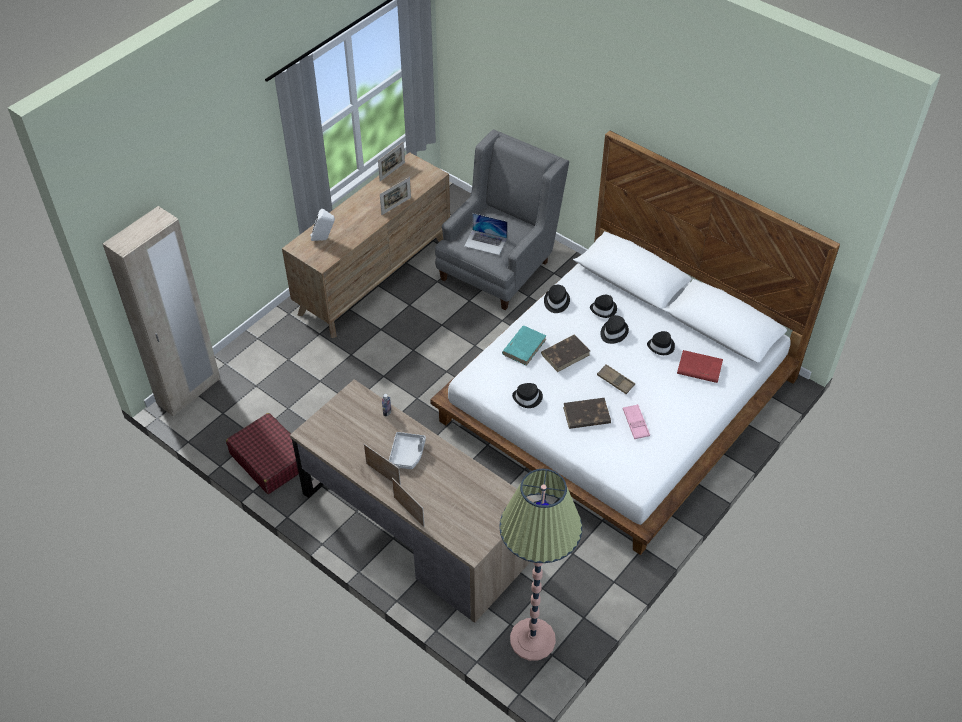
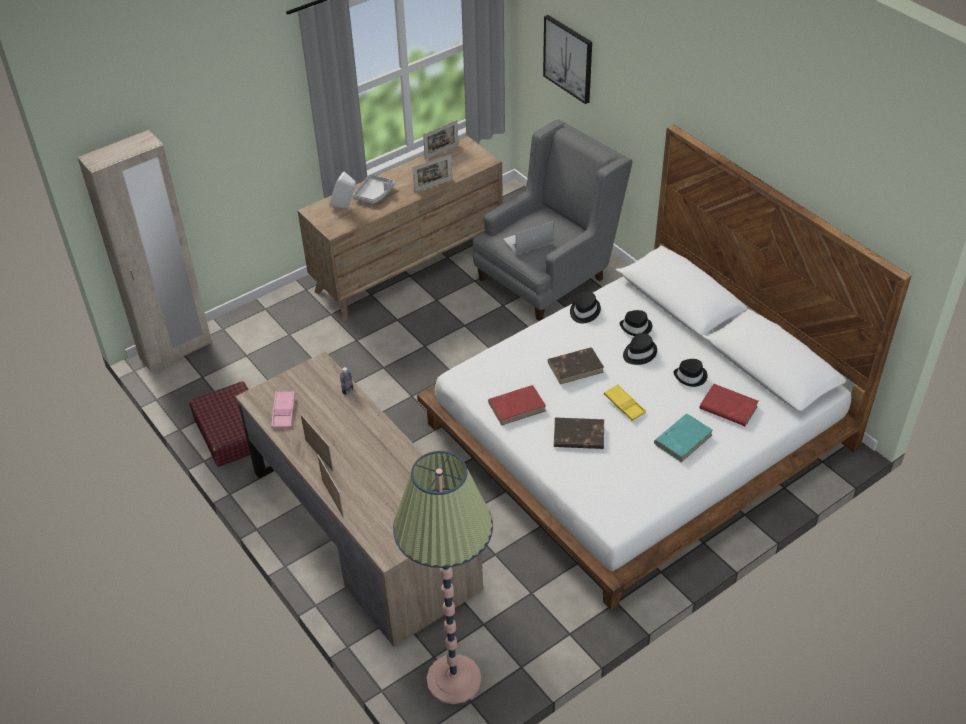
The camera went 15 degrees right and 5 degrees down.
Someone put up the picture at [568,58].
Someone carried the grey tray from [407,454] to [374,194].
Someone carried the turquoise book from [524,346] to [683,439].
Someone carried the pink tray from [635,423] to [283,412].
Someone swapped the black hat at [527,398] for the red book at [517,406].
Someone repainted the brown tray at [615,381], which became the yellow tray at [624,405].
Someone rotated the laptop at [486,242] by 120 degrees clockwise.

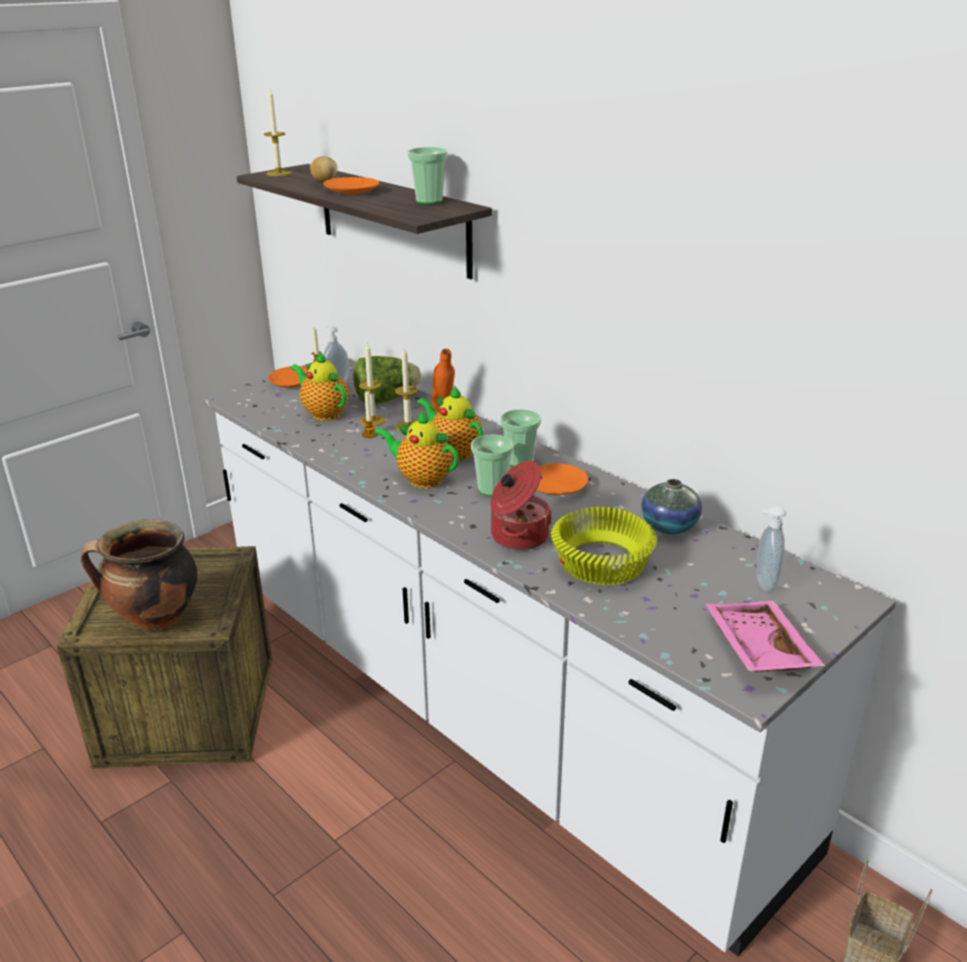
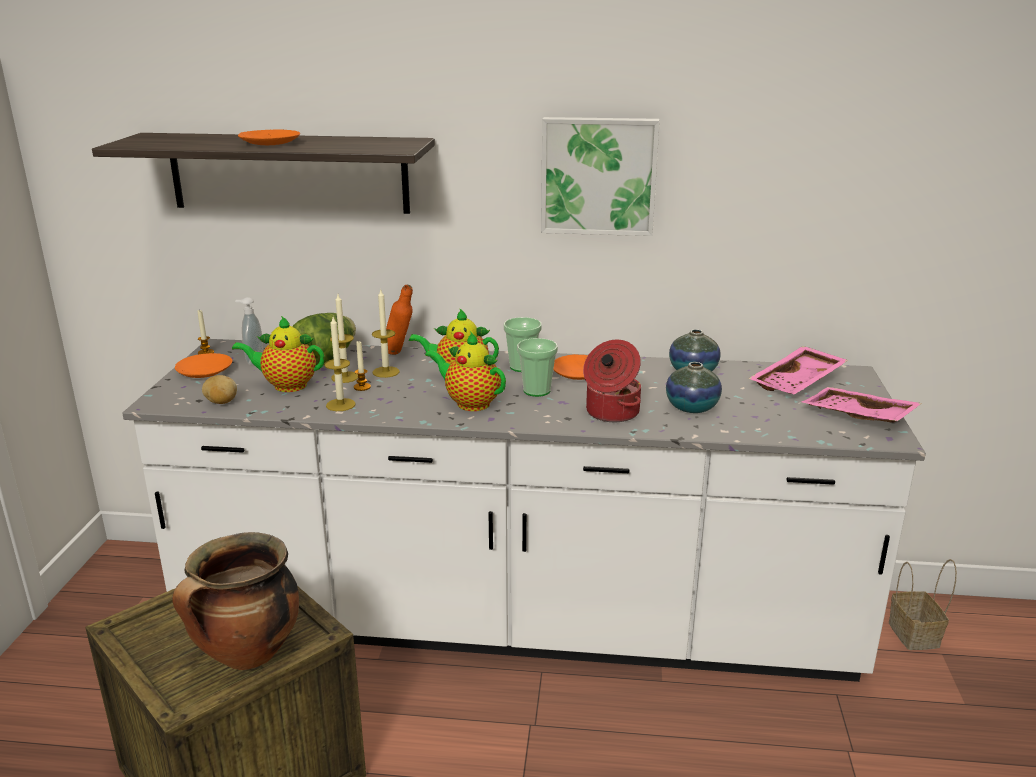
The camera went 40 degrees left and 5 degrees down.
Someone took away the cup at [429,201].
Someone put up the picture at [598,175].
Someone carried the candle from [278,173] to [340,405].
Someone carried the potato from [324,182] to [221,402].
Someone swapped the yellow bowl at [599,563] for the vase at [692,407].
Someone swapped the soap dispenser at [763,583] for the pink tray at [798,382].
Someone rotated the teapot at [421,479] by 45 degrees clockwise.

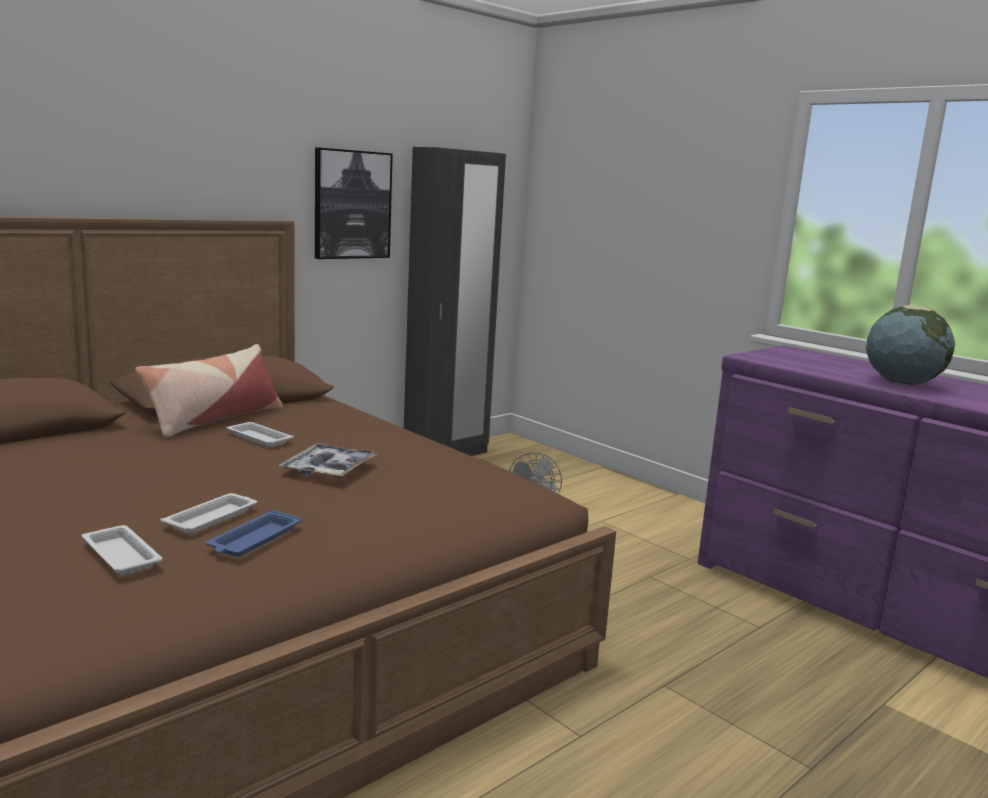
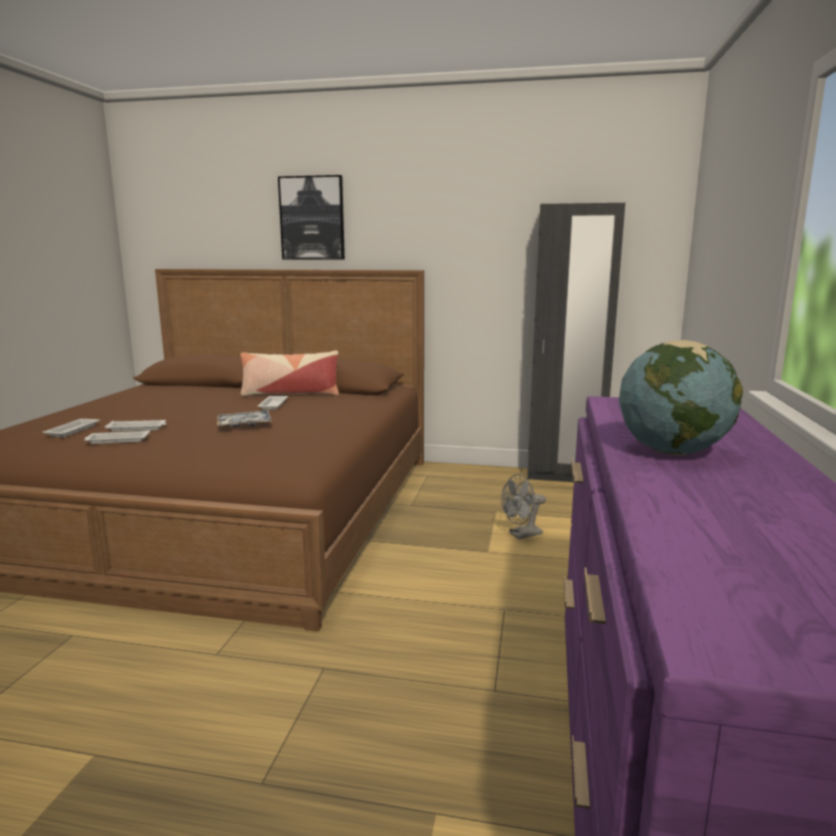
The camera went 55 degrees right and 0 degrees up.
Someone carried the picture from [352,205] to [312,218].
Someone repainted the blue tray at [254,540], which became the white tray at [117,440].

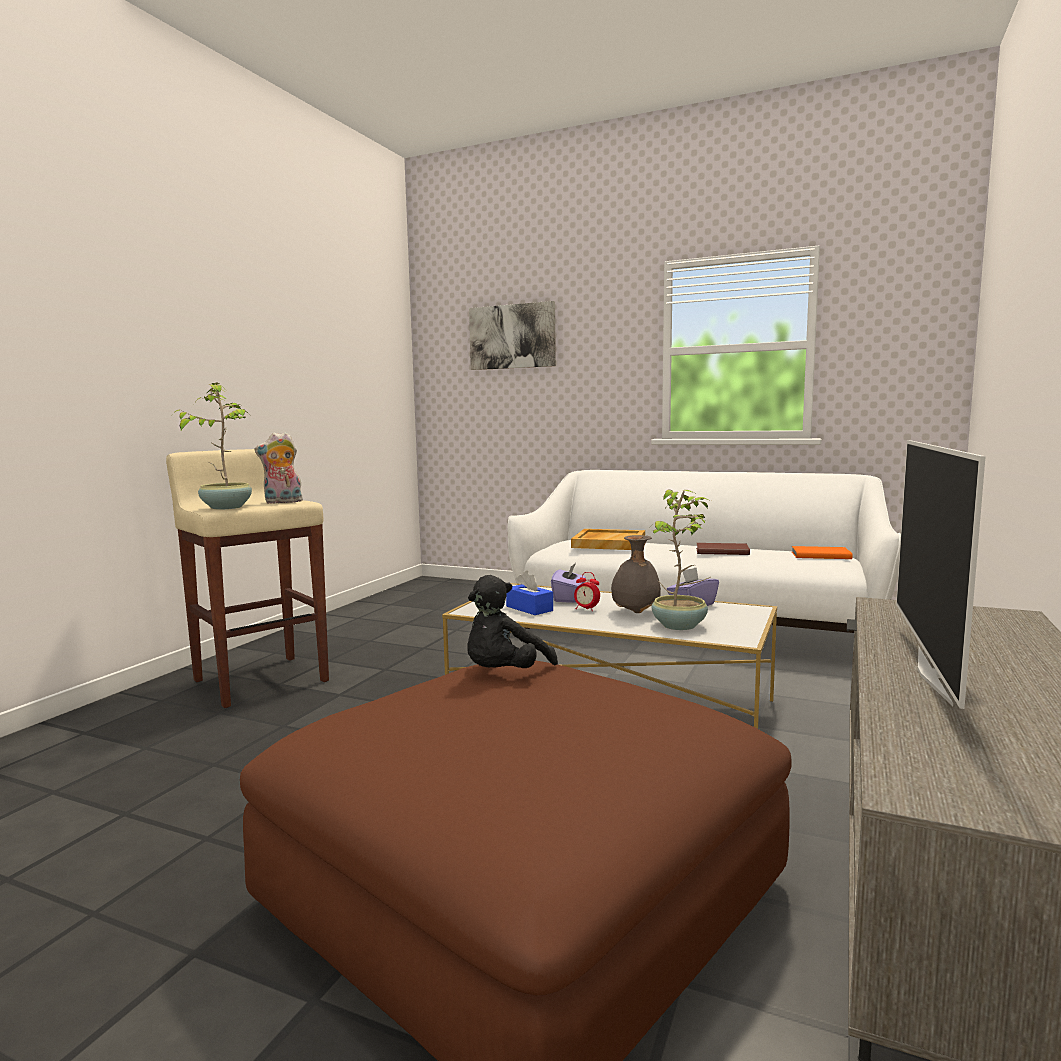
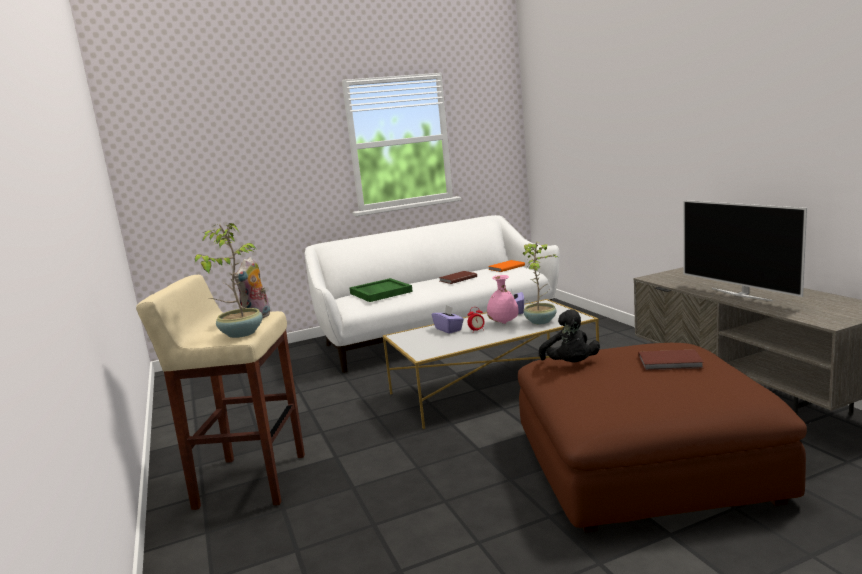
The camera went 45 degrees left and 5 degrees up.
Someone took away the picture at [512,336].
Someone took away the blue tissue box at [529,608].
Someone put down the brown book at [671,363].
Someone repainted the beige tray at [608,543], which became the green tray at [380,292].
Someone repainted the grey vase at [635,612], which became the pink vase at [503,323].

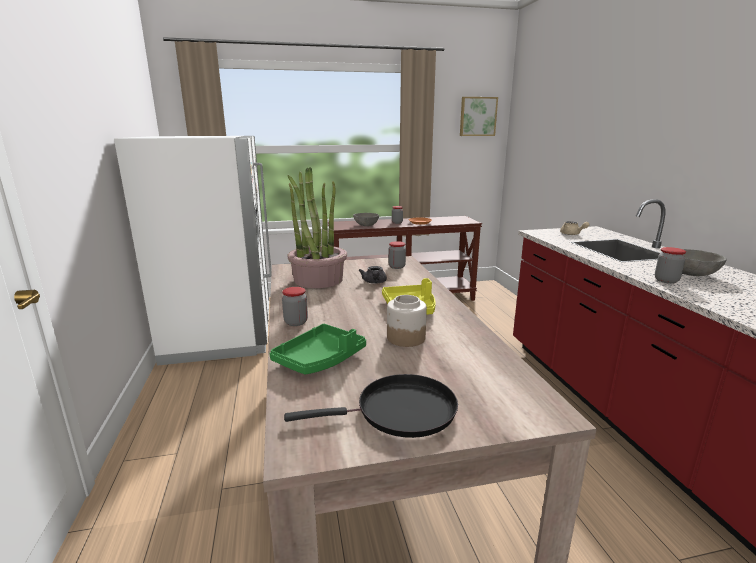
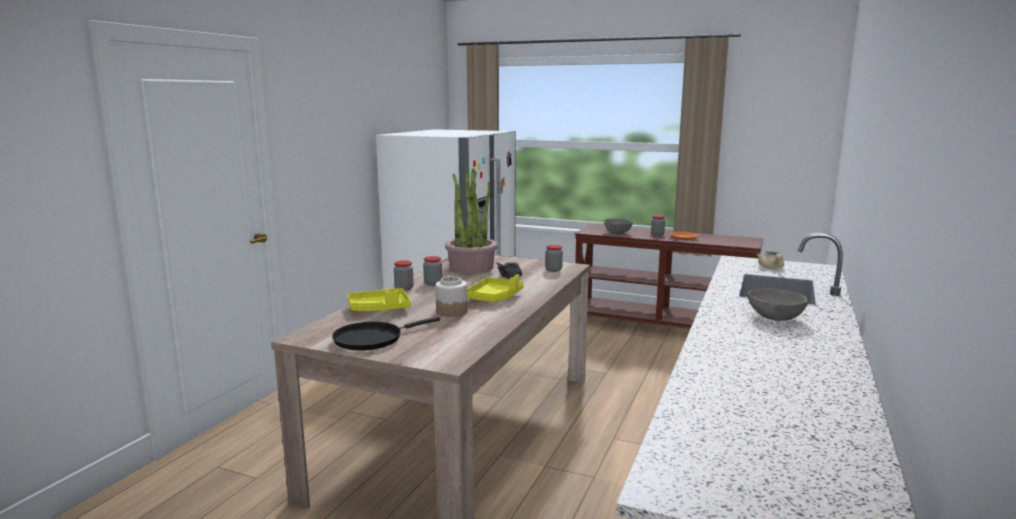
The camera went 35 degrees right and 5 degrees down.
Someone took away the picture at [477,116].
Someone carried the jar from [666,280] to [433,283].
Someone repainted the green tray at [320,359], which became the yellow tray at [379,309].
Someone rotated the black frying pan at [400,411] by 120 degrees clockwise.

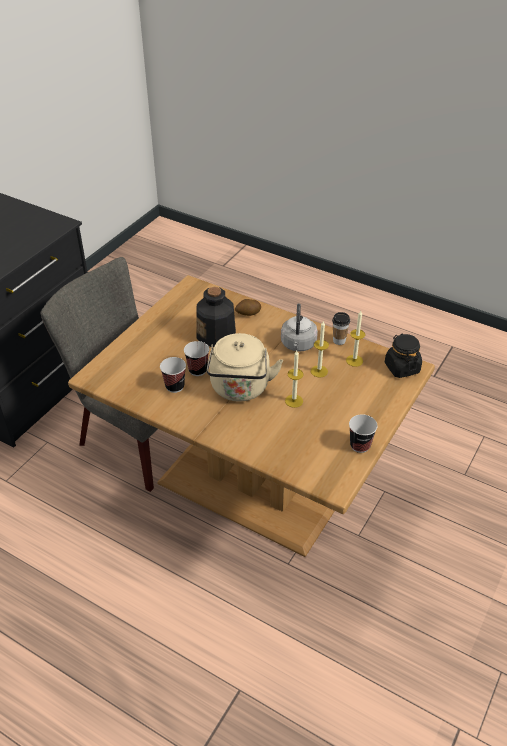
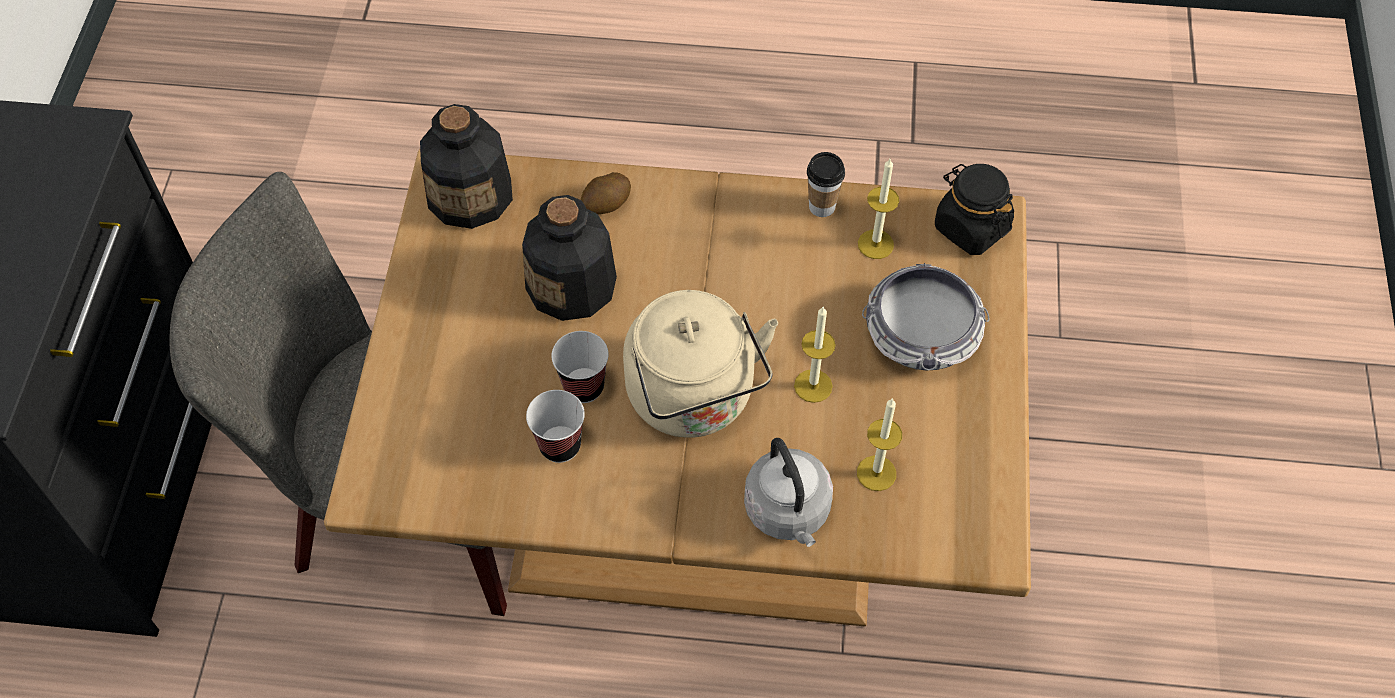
The camera went 25 degrees left and 15 degrees up.
Someone took away the cup at [360,445].
Someone put down the bottle at [471,195].
Someone put down the bowl at [921,334].
Someone carried the grey kettle from [298,345] to [788,512].
Someone carried the candle from [319,371] to [876,473].

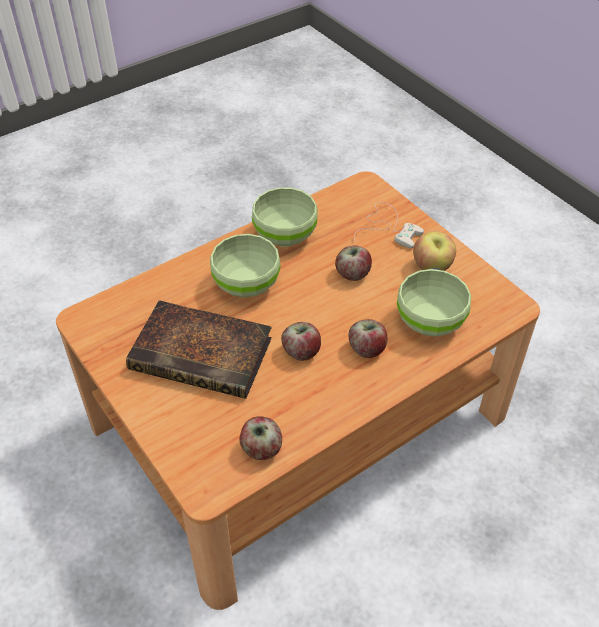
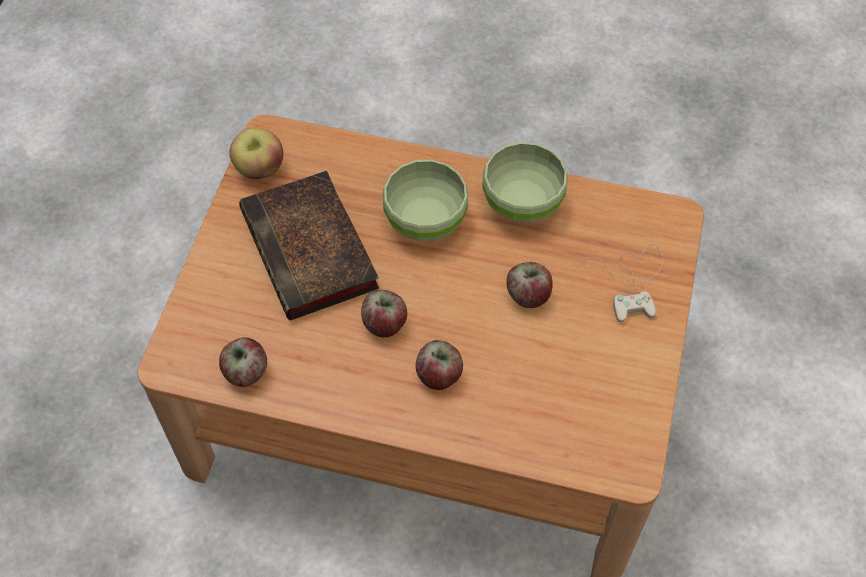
The camera went 50 degrees right and 10 degrees up.
Someone took away the green bowl at [431,323].
Someone carried the apple from [432,267] to [259,169].

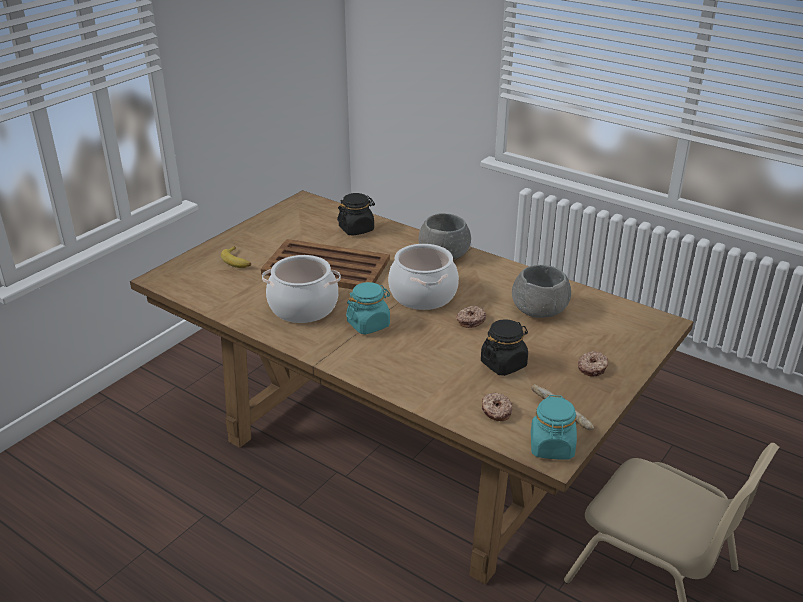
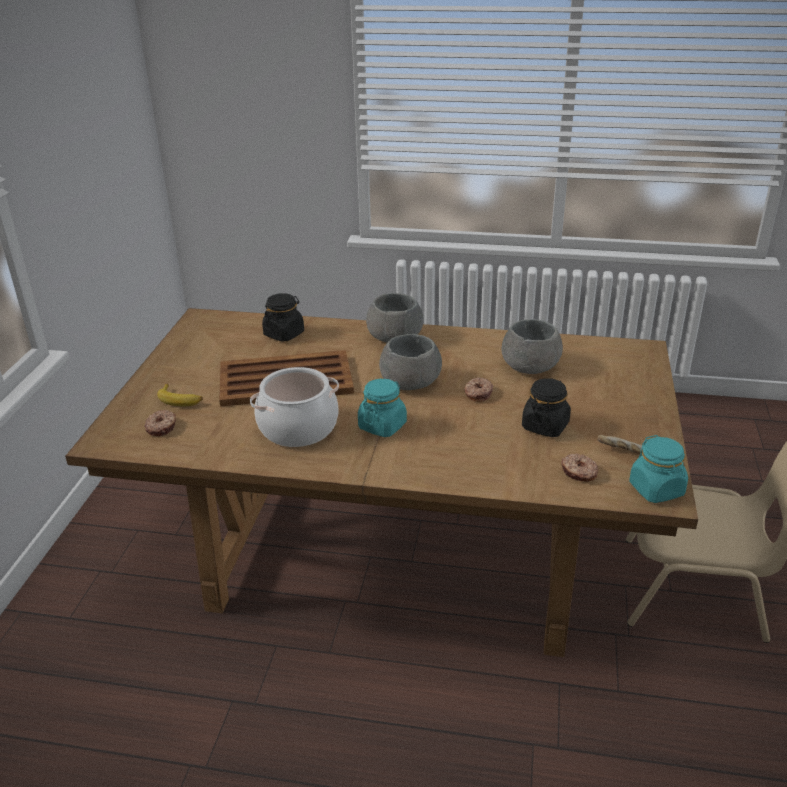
The camera went 25 degrees left and 0 degrees up.
Someone carried the donut from [593,368] to [162,427].
Someone swapped the cooking pot at [422,294] for the grey bowl at [409,381].

